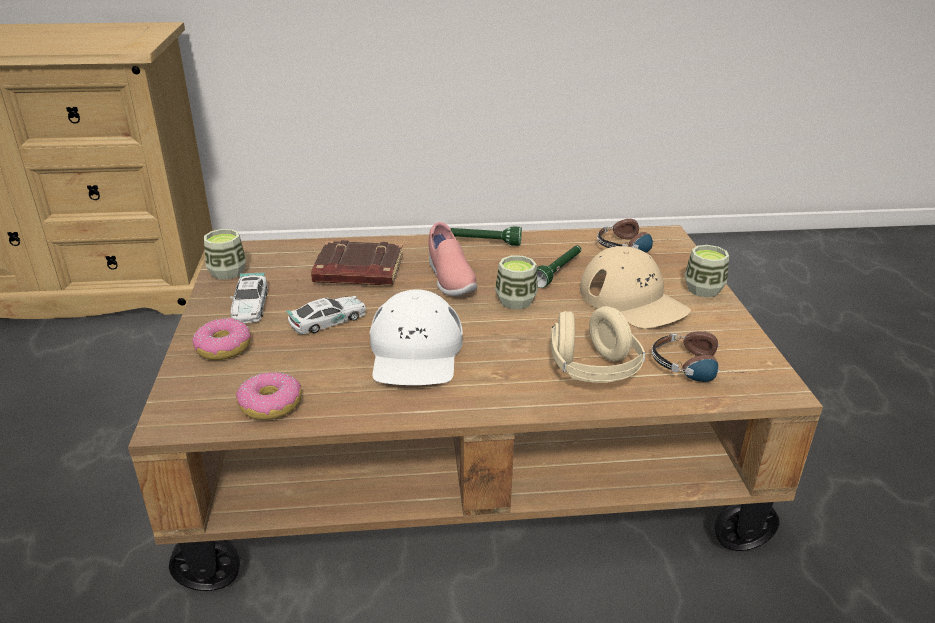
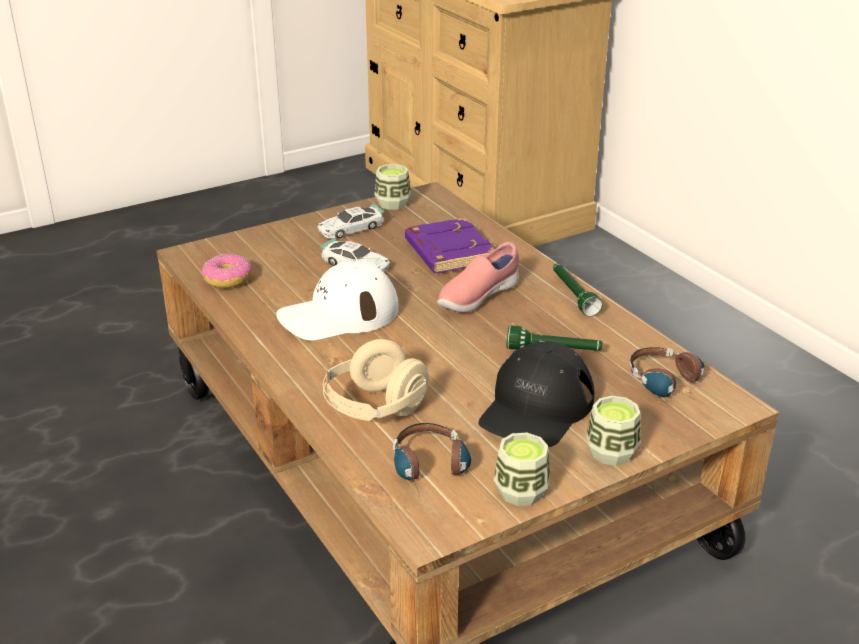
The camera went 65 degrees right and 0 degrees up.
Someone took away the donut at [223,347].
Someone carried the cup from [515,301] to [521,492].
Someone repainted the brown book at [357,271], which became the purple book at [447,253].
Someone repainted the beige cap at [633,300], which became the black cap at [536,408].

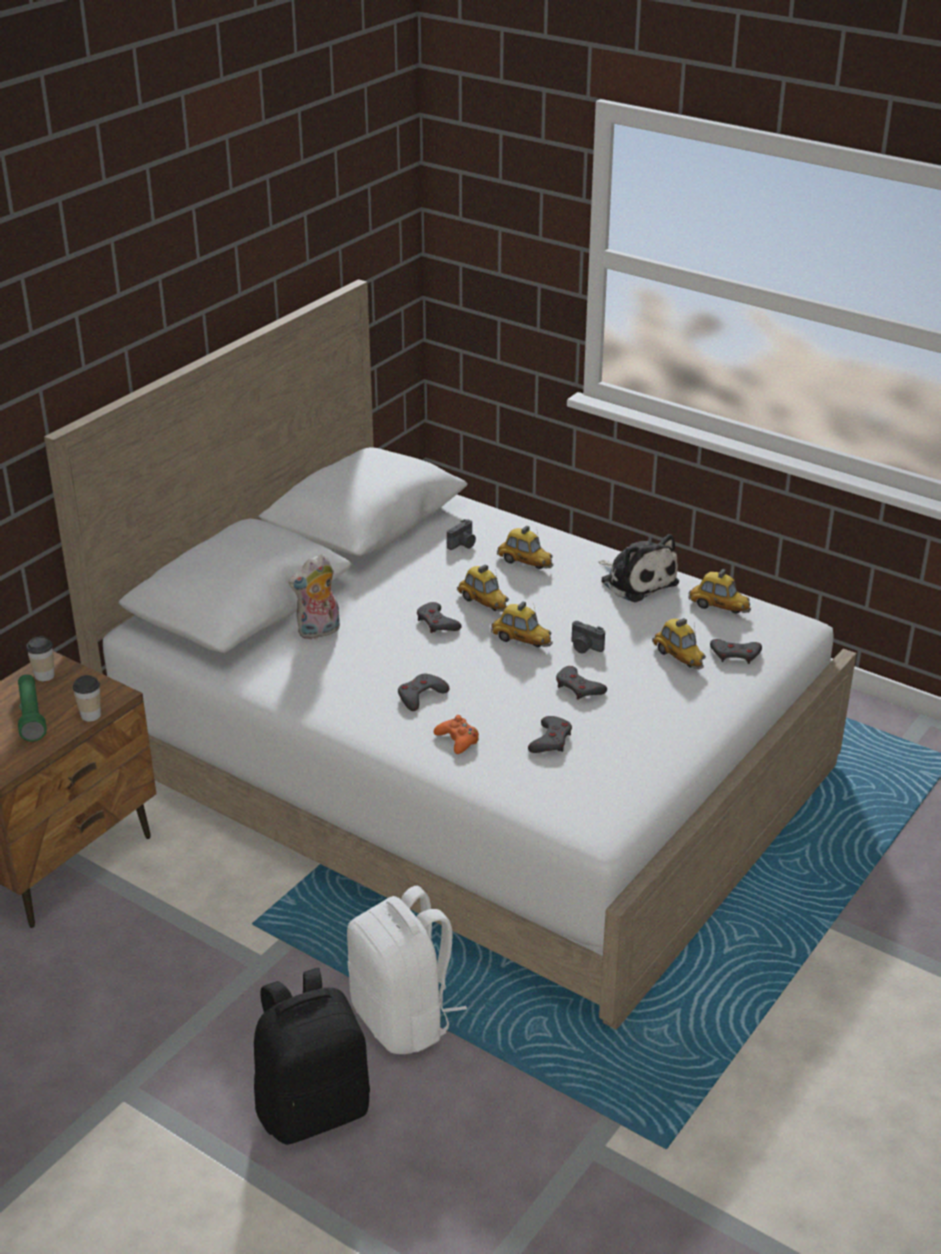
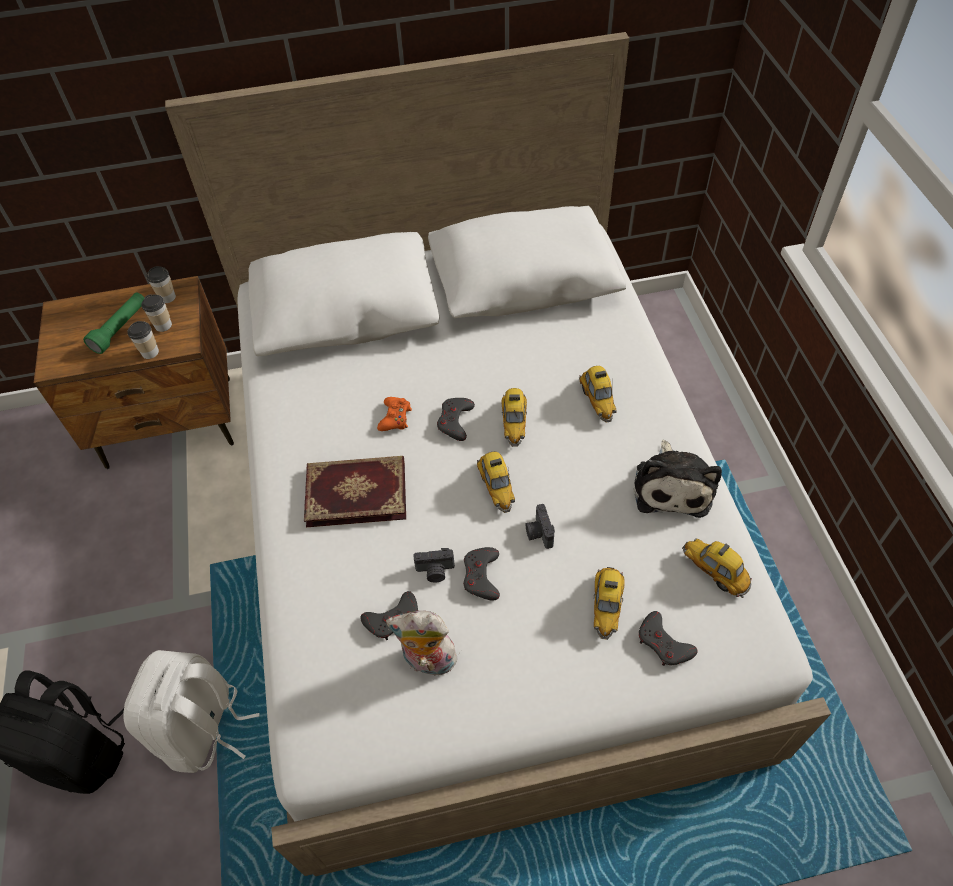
The camera went 45 degrees right and 20 degrees up.
Someone put down the cup at [163,325].
Someone carried the plush toy from [319,632] to [427,661].
Someone carried the orange game controller from [458,740] to [395,418].
Someone carried the photo camera from [463,544] to [435,571].
Someone swapped the grey game controller at [421,696] for the book at [356,491].
Someone rotated the toy car at [718,607] by 150 degrees clockwise.

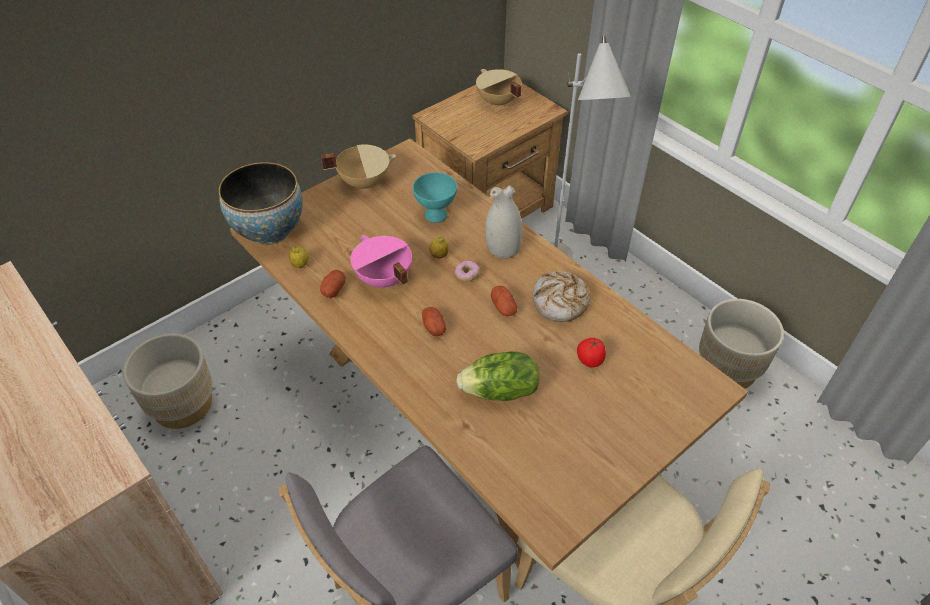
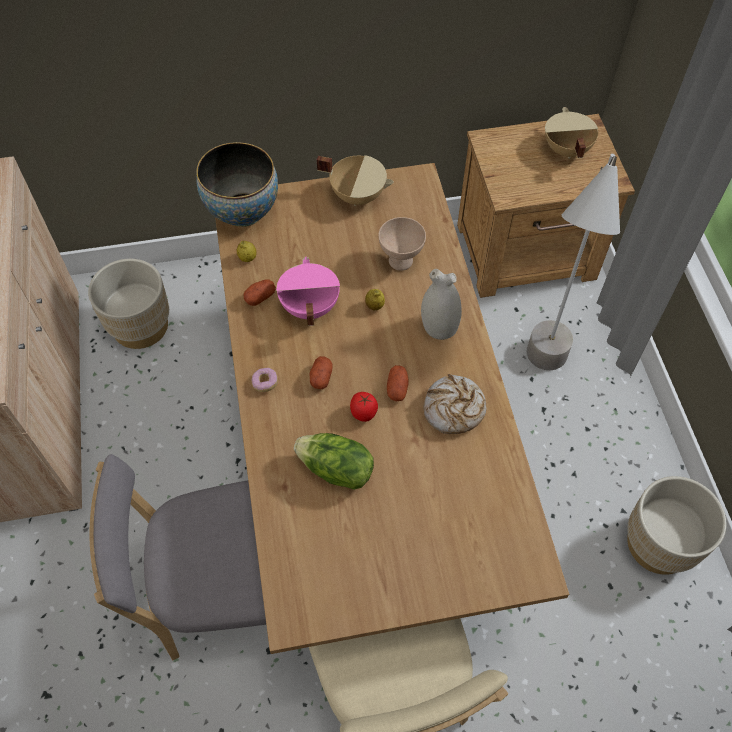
The camera went 30 degrees right and 10 degrees up.
Someone carried the donut from [467,275] to [265,383].
Someone carried the tomato from [589,361] to [363,413].
Someone repainted the turquoise bowl at [435,215], which became the beige bowl at [399,260].

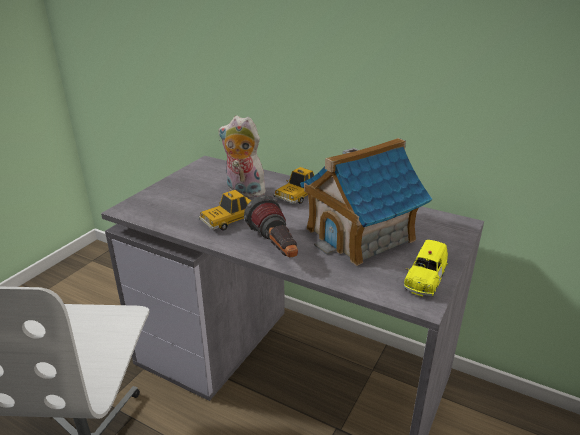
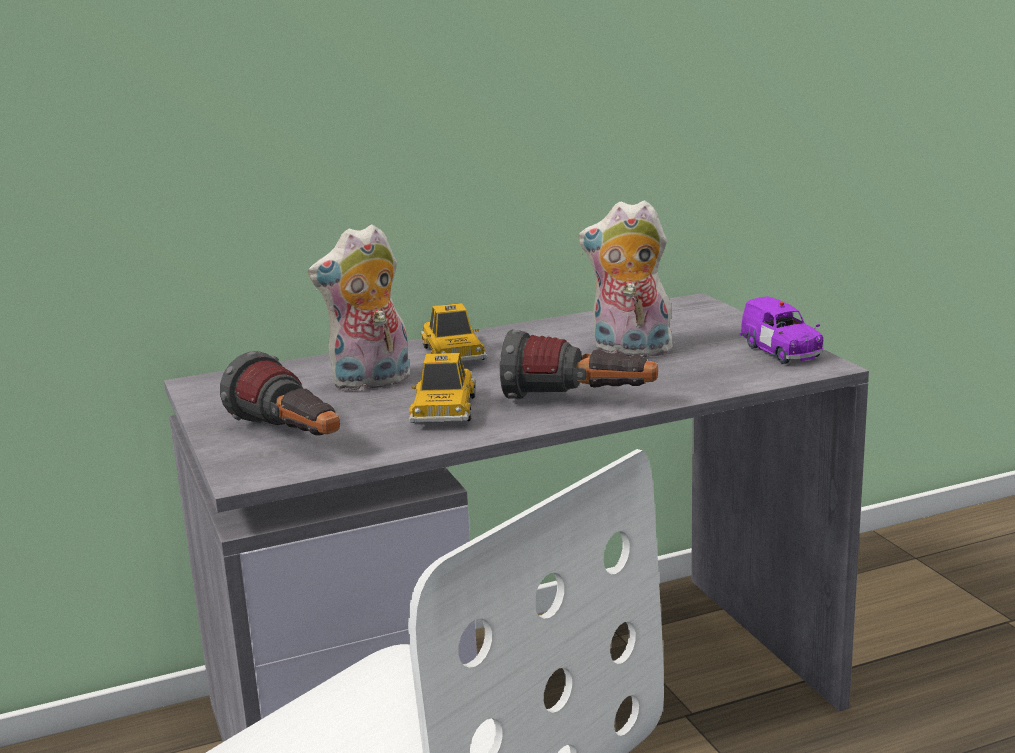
The camera went 50 degrees left and 10 degrees down.
Someone put down the flashlight at [292,438].
Someone swapped the toy house at [360,234] for the plush toy at [629,351].
Someone repainted the yellow toy car at [424,281], which became the purple toy car at [781,352].

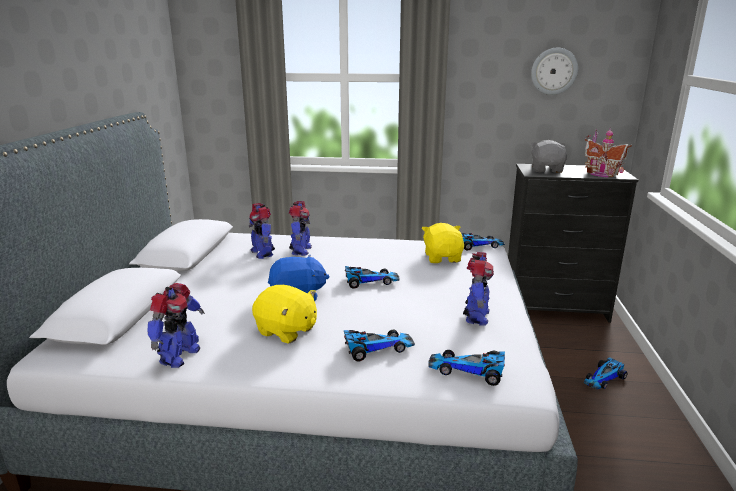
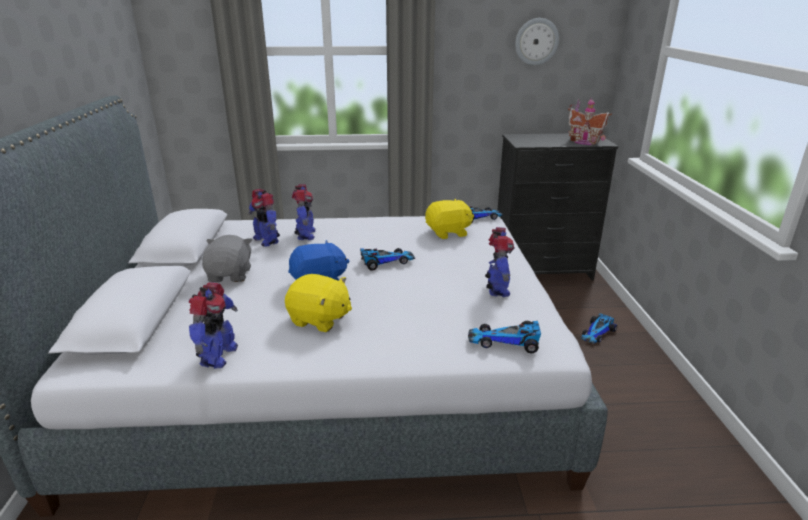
The camera went 10 degrees left and 5 degrees up.
Someone took away the toy car at [376,347].
Someone carried the grey plush toy from [547,170] to [230,275].
Someone rotated the yellow plush toy at [443,258] by 90 degrees clockwise.

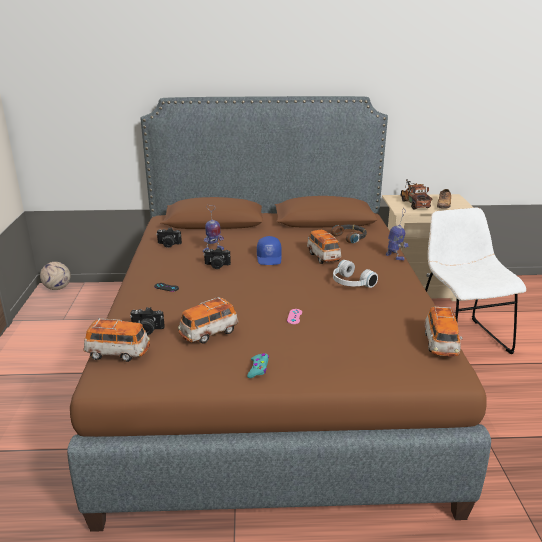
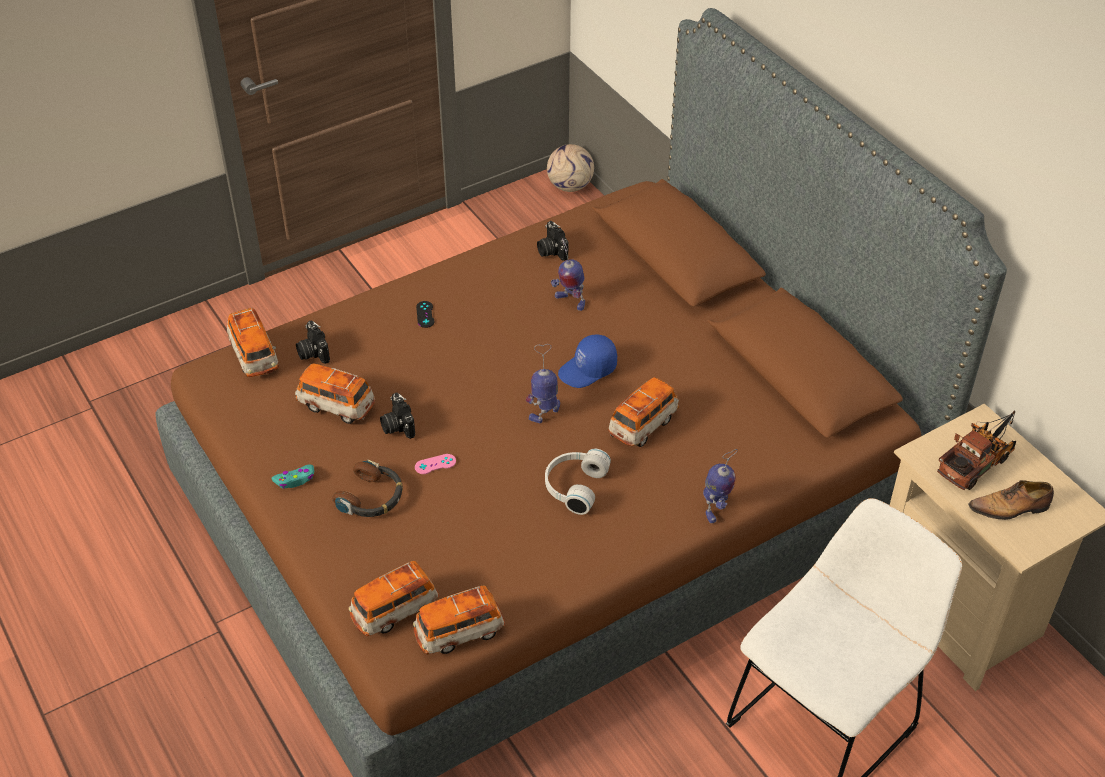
The camera went 60 degrees right and 20 degrees up.
Someone put down the toy car at [394,611].
Someone put down the toy robot at [545,412].
Someone carried the photo camera from [216,266] to [397,426].
Someone carried the headphones from [350,237] to [371,497].

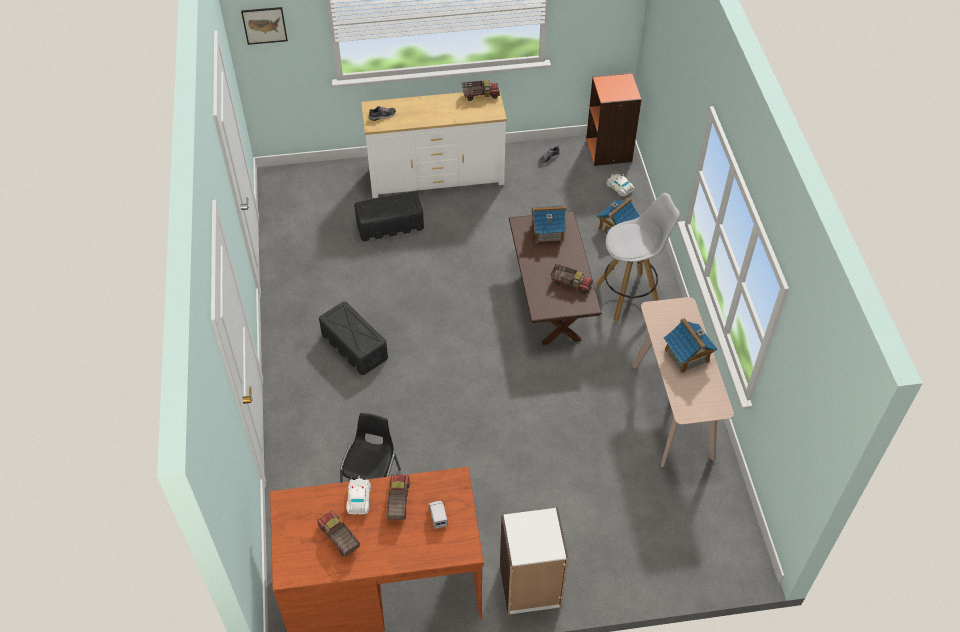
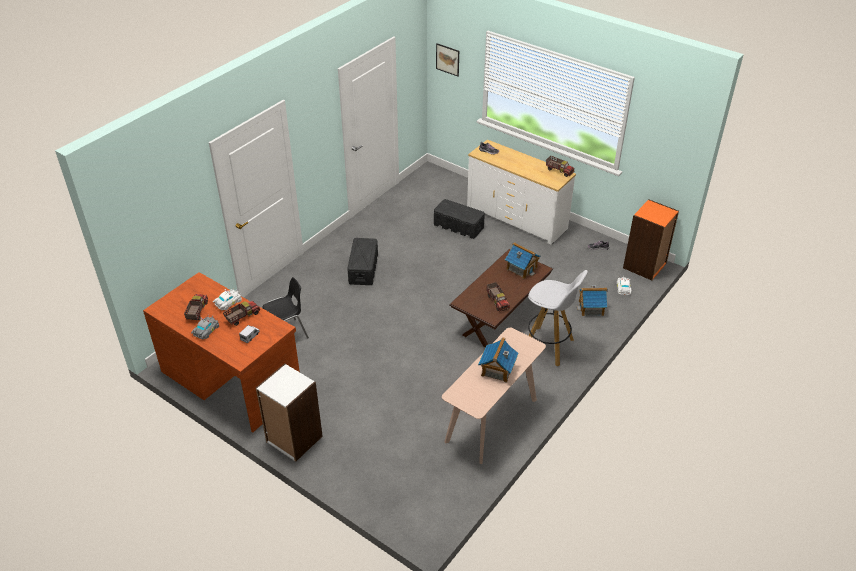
The camera went 45 degrees right and 10 degrees down.
Someone put down the grey toy car at [205,331].

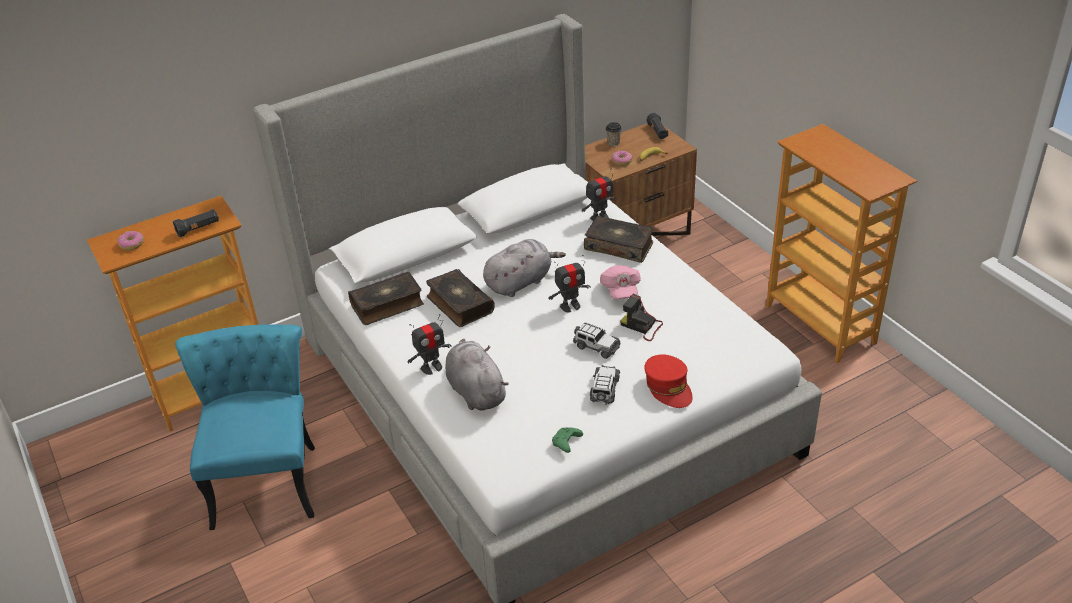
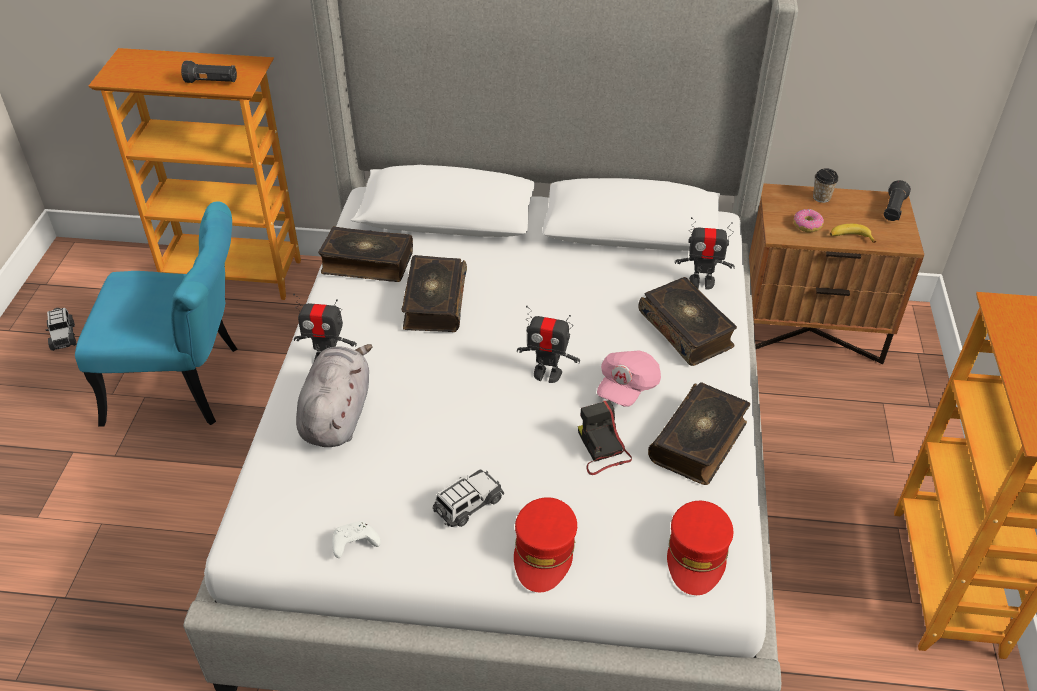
The camera went 35 degrees right and 5 degrees up.
Someone took away the donut at [131,244].
Someone took away the grey plush toy at [520,282].
Someone put down the book at [699,441].
Someone put down the red cap at [697,554].
Someone carried the toy car from [596,347] to [63,336].
Someone repainted the green game controller at [566,443], which became the white game controller at [354,544].
Someone rotated the turquoise chair at [267,476] by 60 degrees clockwise.

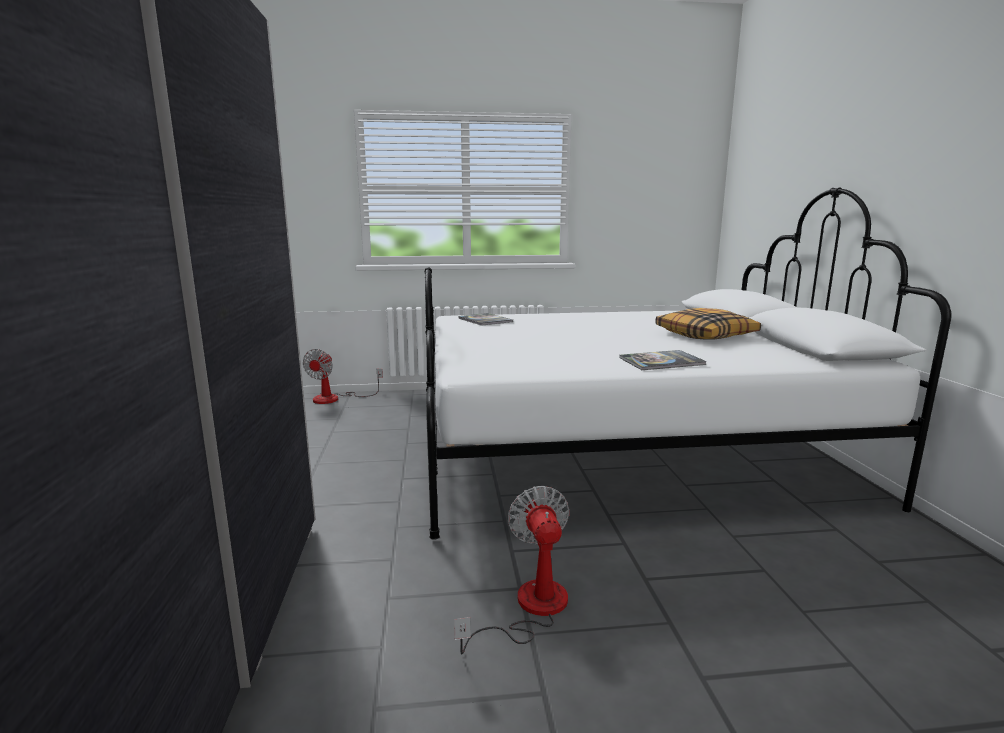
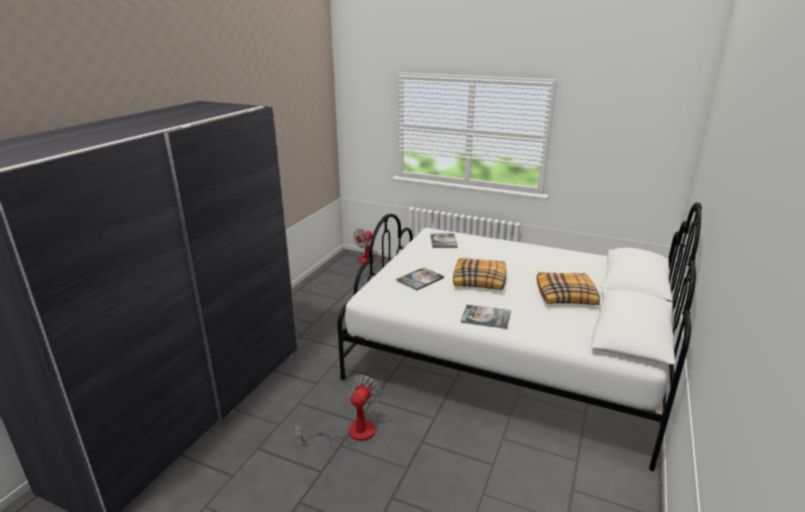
The camera went 30 degrees right and 10 degrees up.
Someone put down the book at [420,279].
Someone put down the pillow at [480,281].

